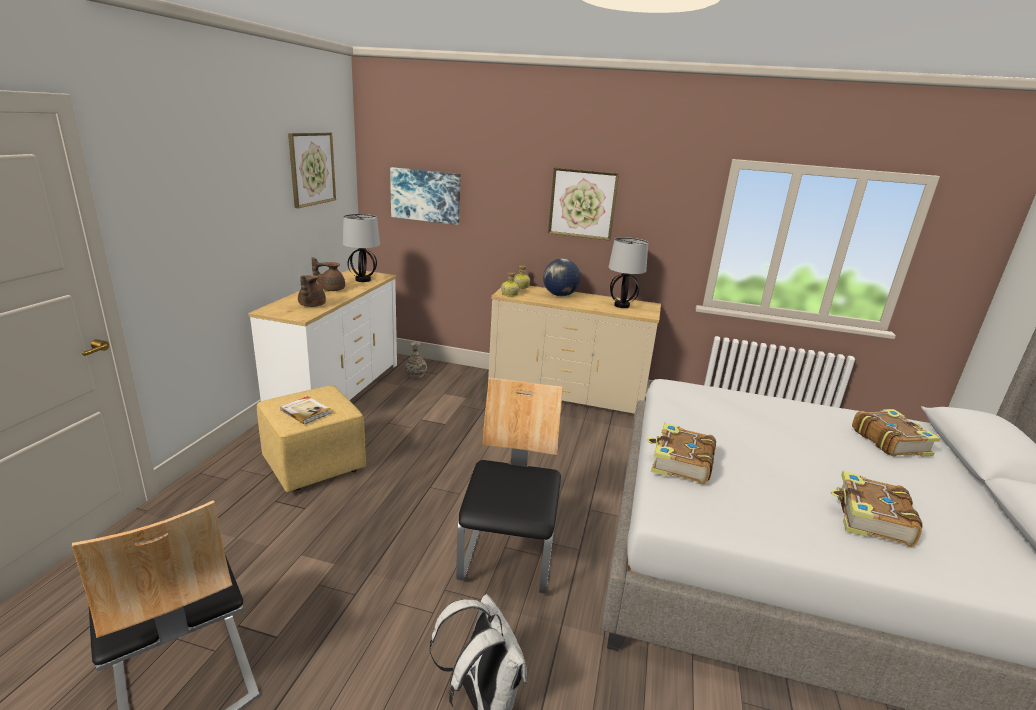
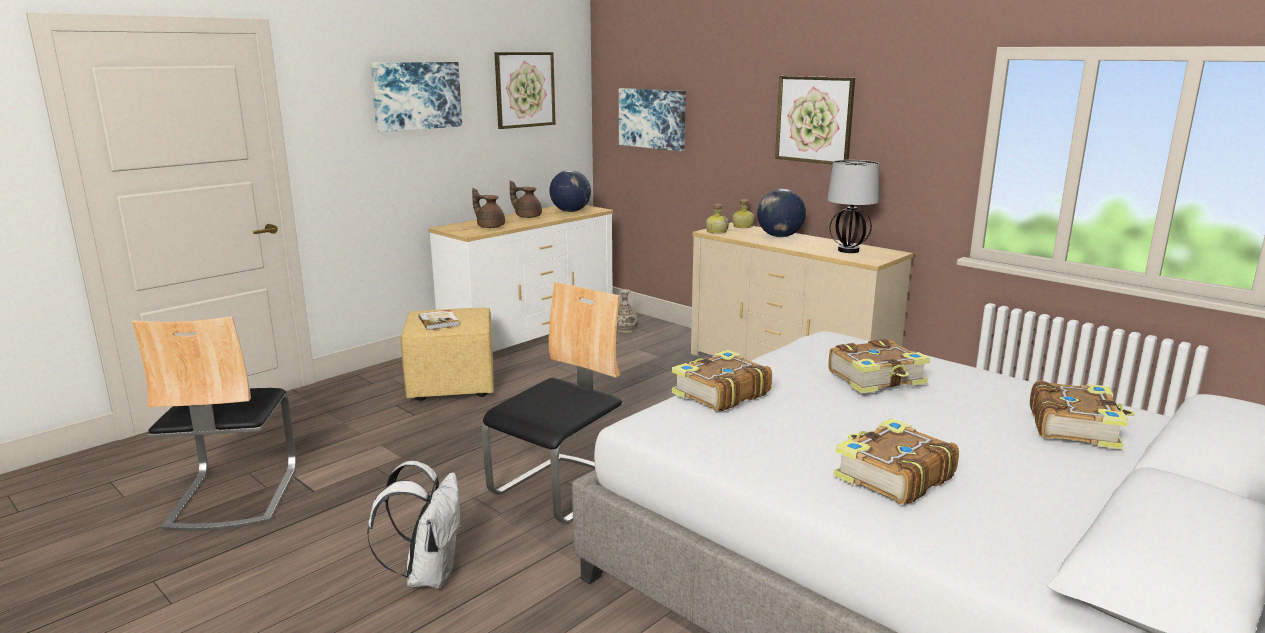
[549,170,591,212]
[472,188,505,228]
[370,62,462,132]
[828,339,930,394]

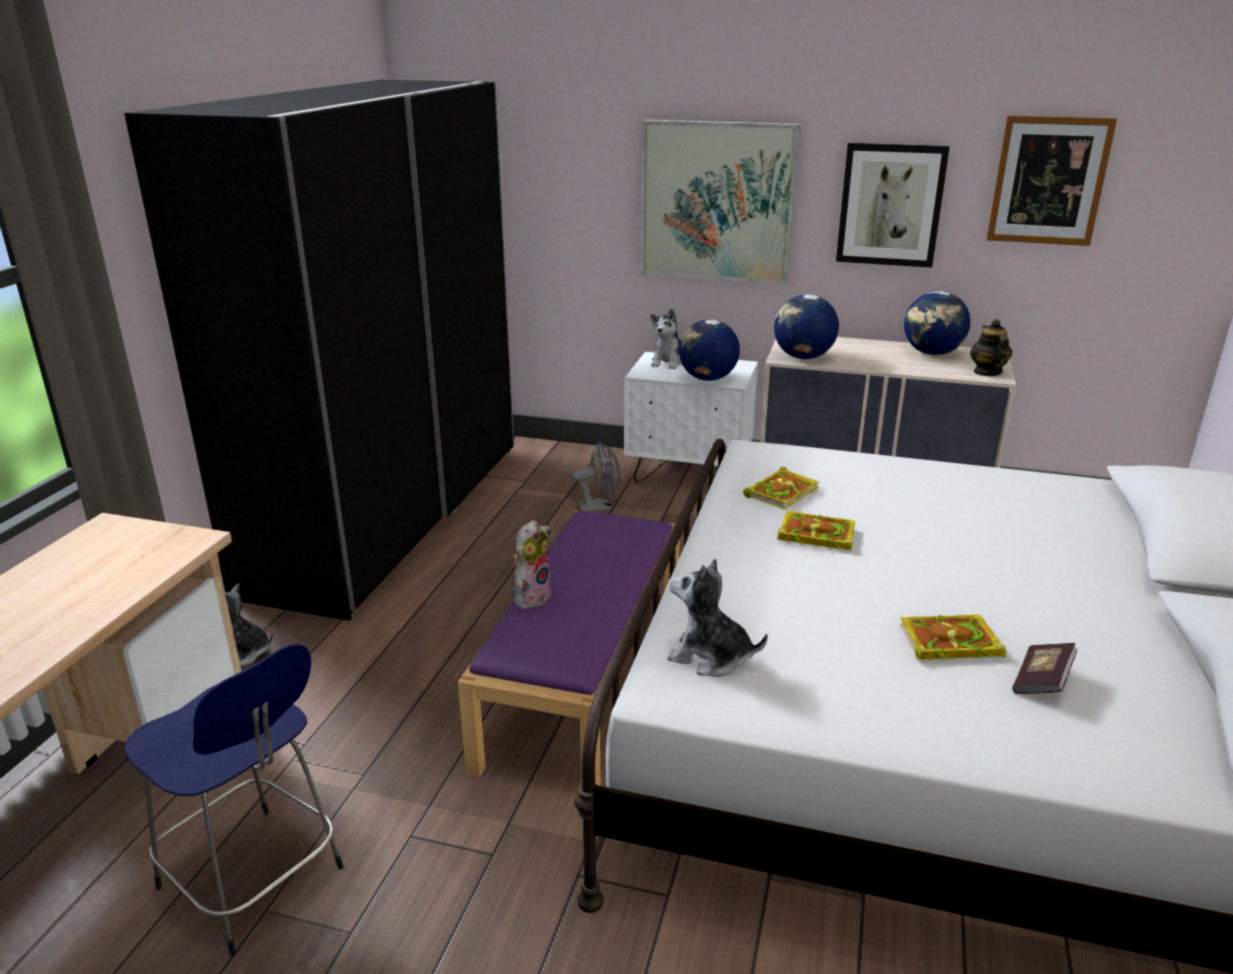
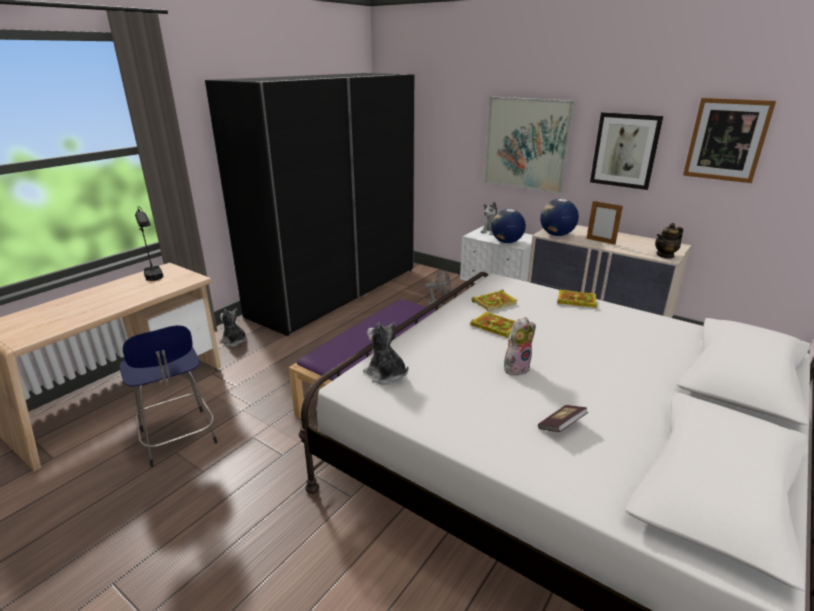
[904,291,970,355] (first image)
[655,223,683,259]
[504,317,536,376]
[557,290,597,308]
[587,201,623,245]
[135,207,164,281]

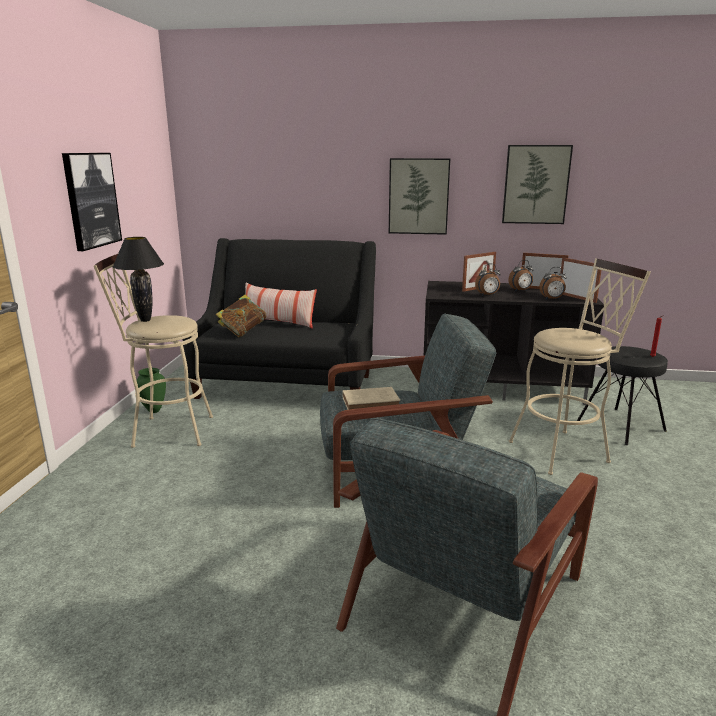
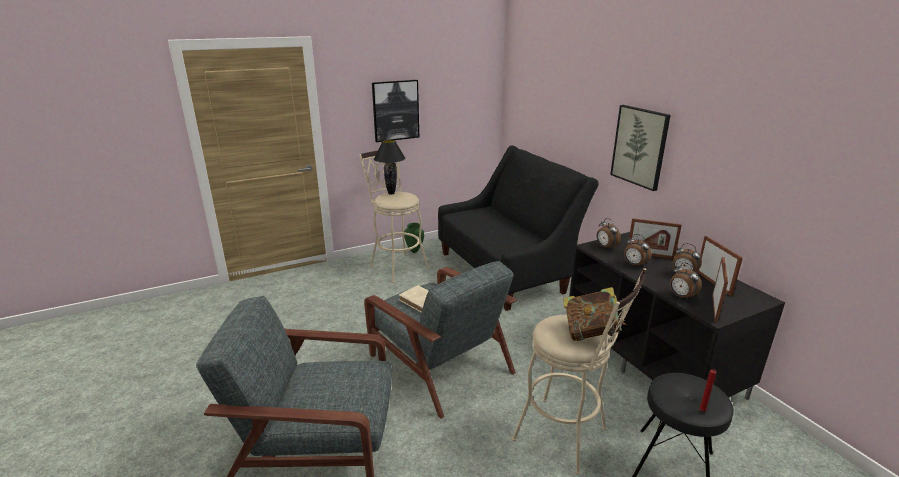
[502,145,573,224] (first image)
[245,283,317,328] (first image)
[563,287,626,341]
[596,218,621,249]

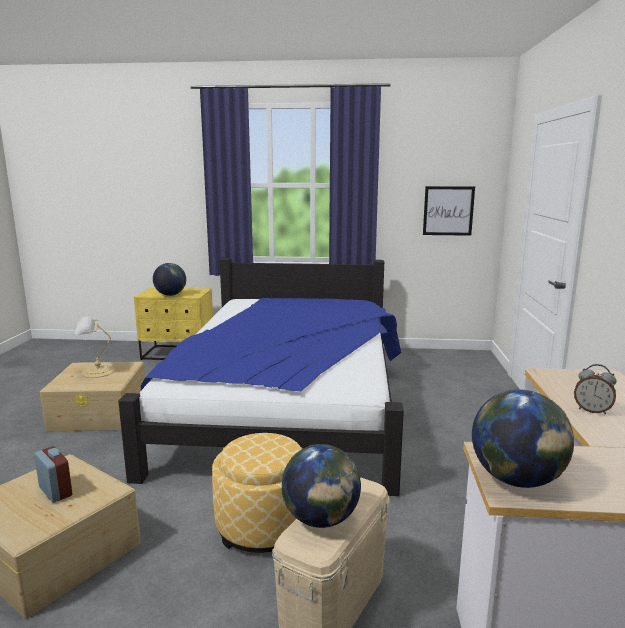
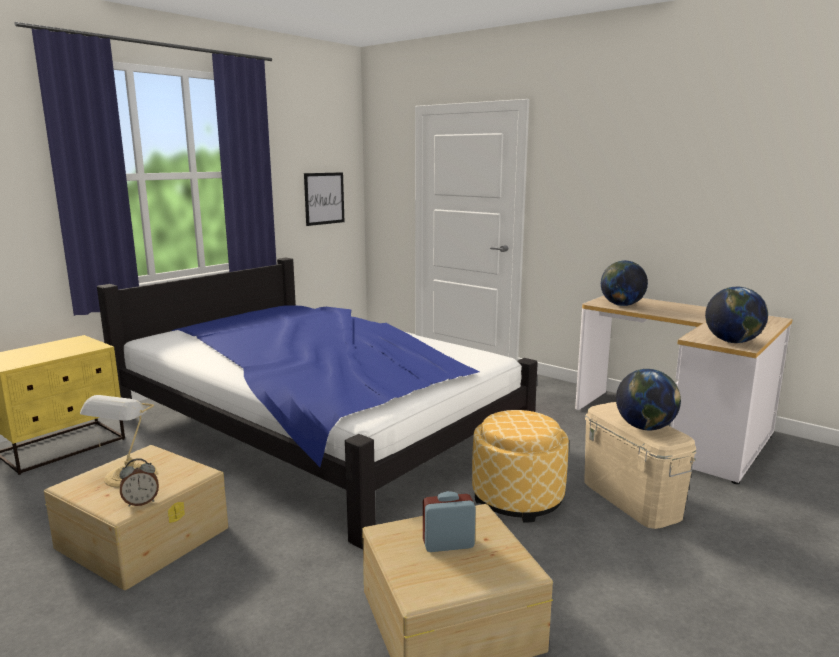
[601,260,648,306]
[120,458,159,507]

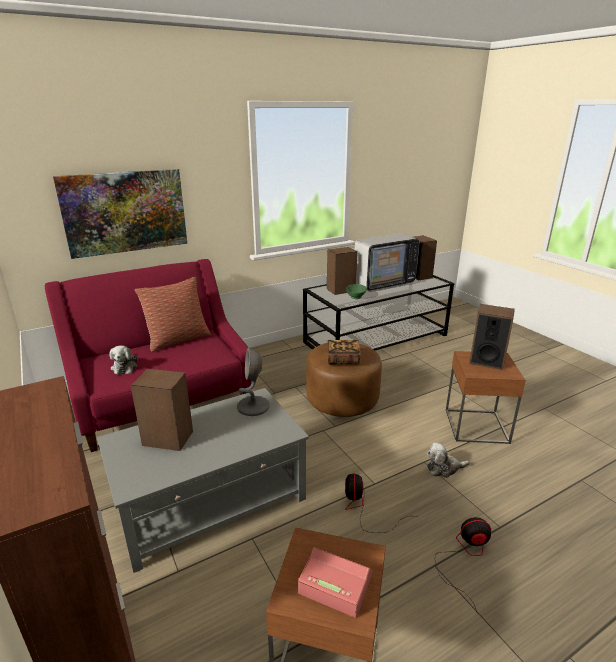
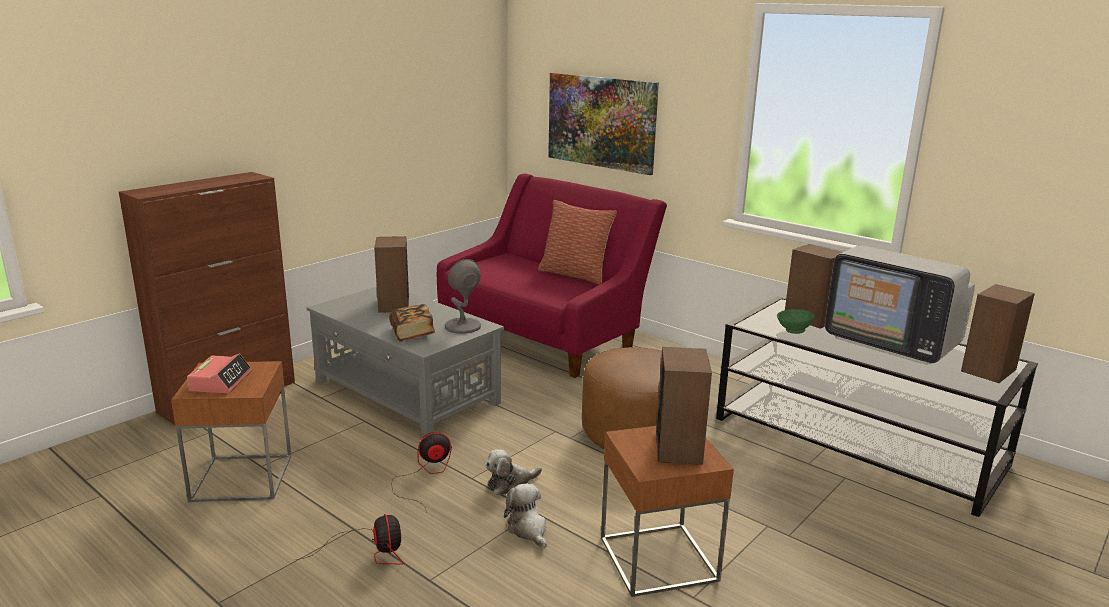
[389,304,435,342]
[485,449,542,495]

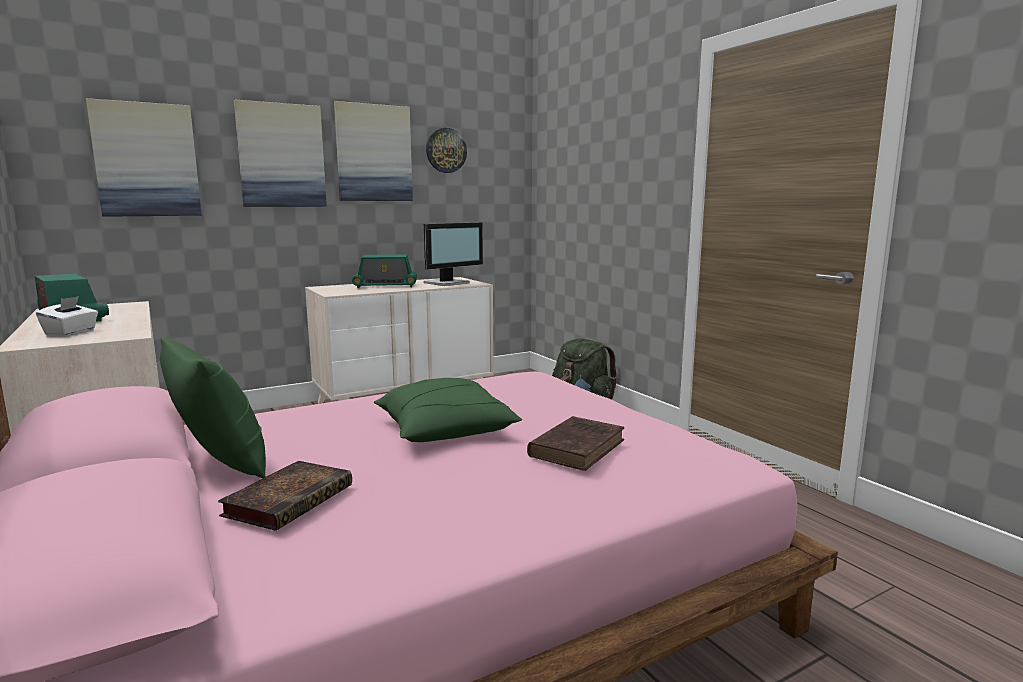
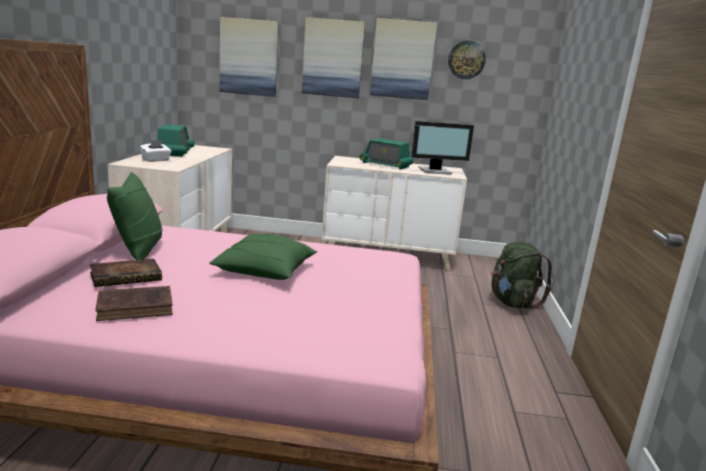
[95,286,173,321]

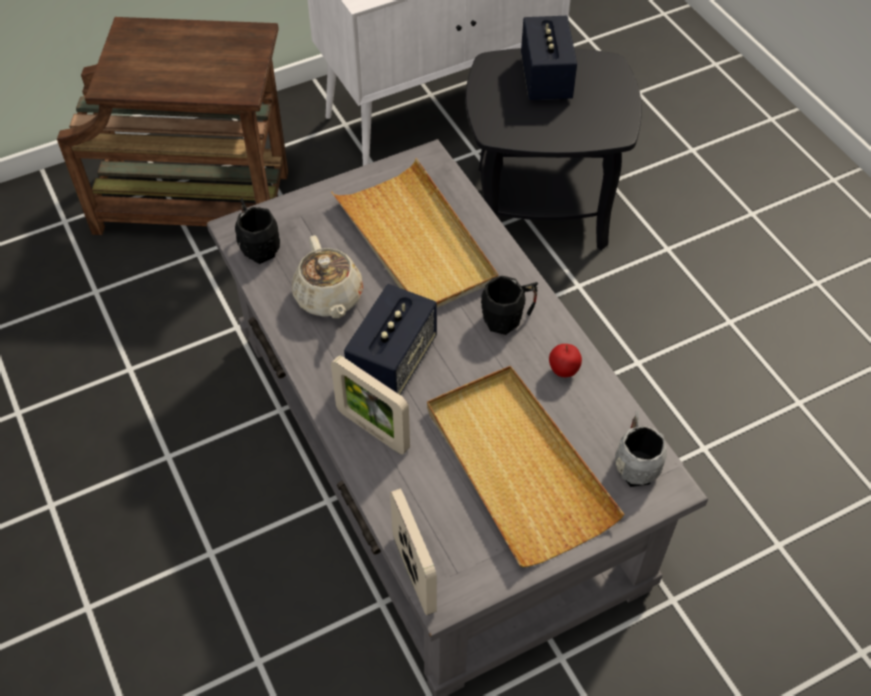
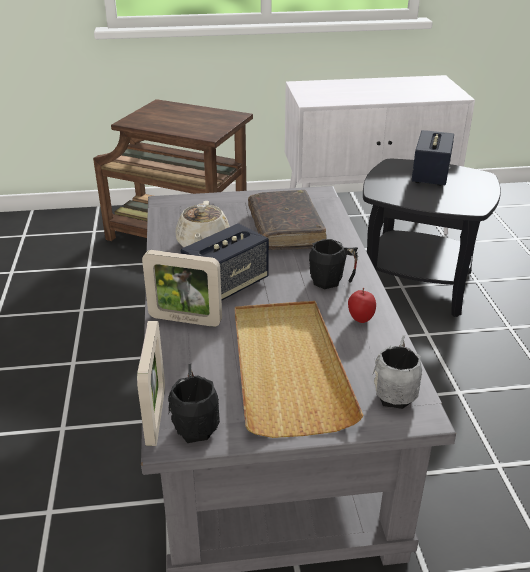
[248,190,327,250]
[168,364,220,443]
[142,250,222,327]

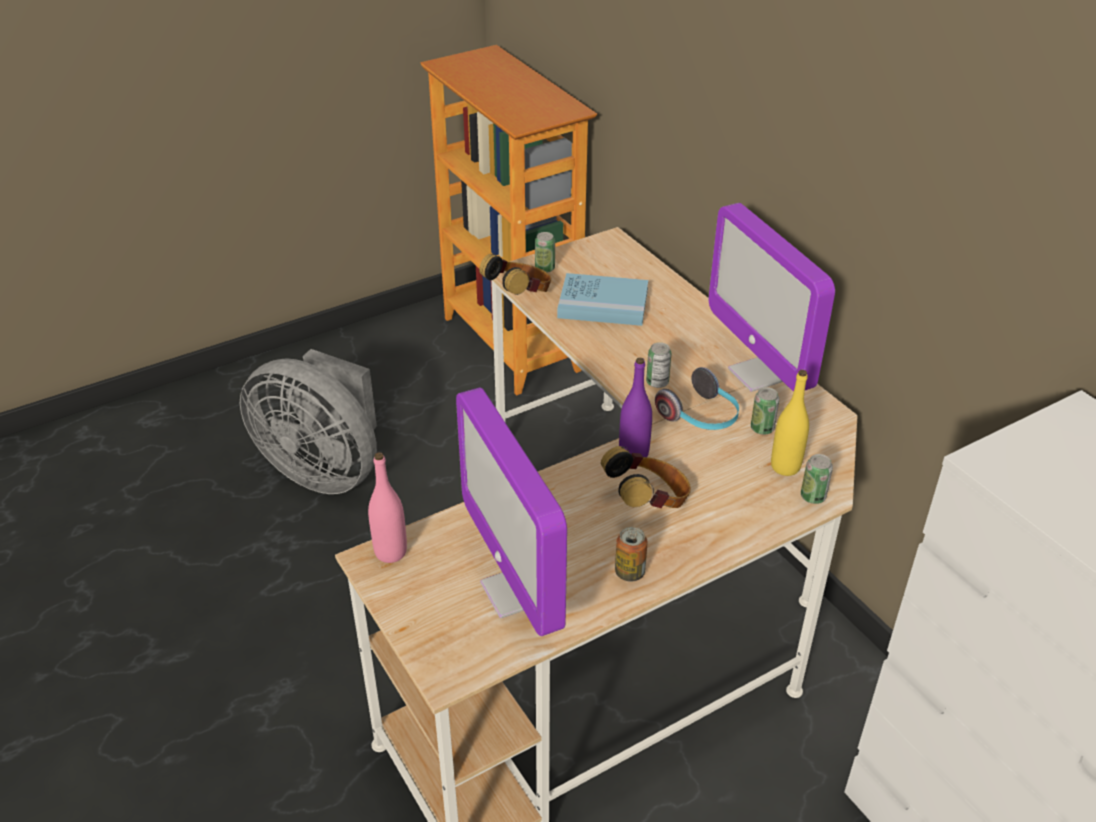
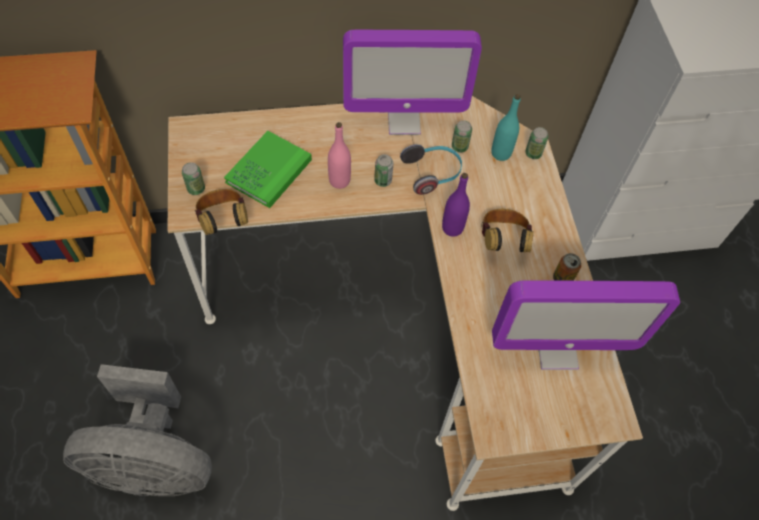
[224,131,312,208]
[63,364,212,496]
[491,94,521,161]
[328,122,351,189]

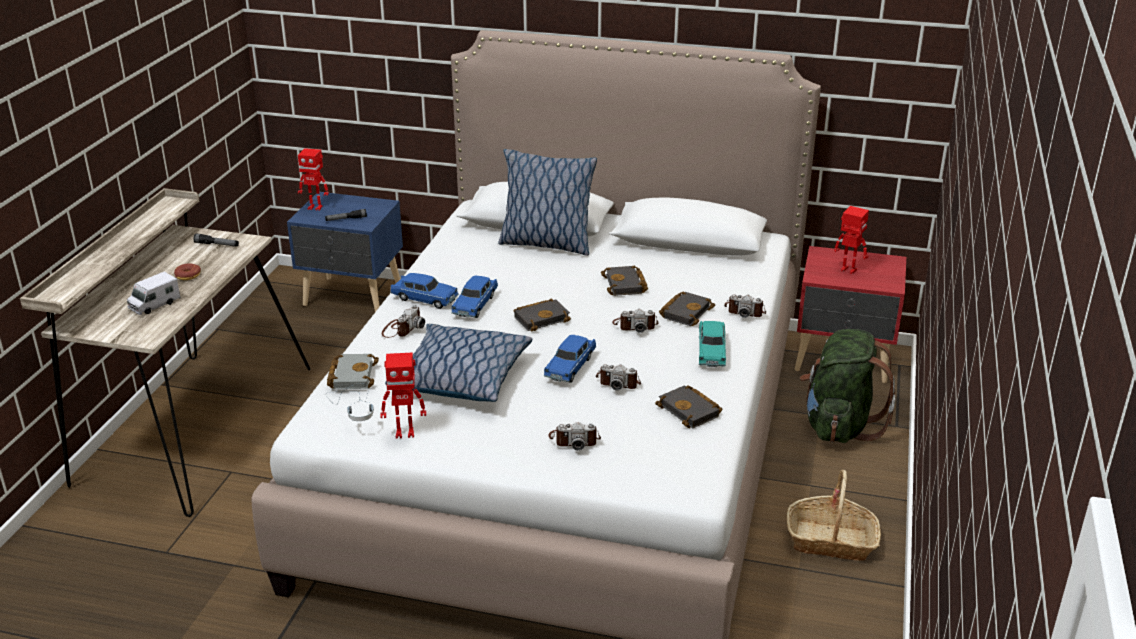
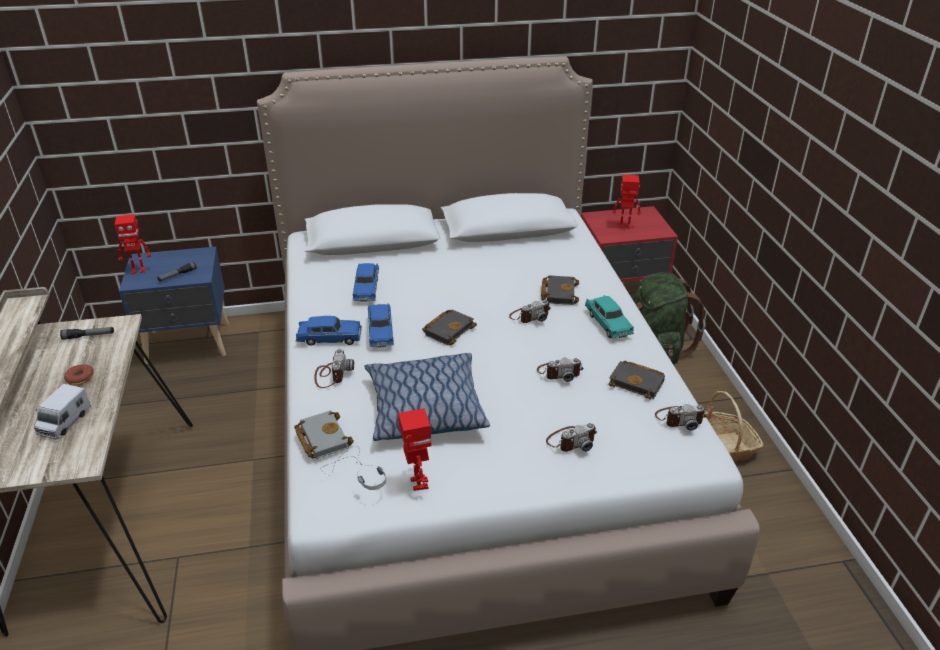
[498,149,597,256] (first image)
[601,266,648,296] (first image)
[655,404,707,431]
[353,263,379,302]
[398,408,432,491]

